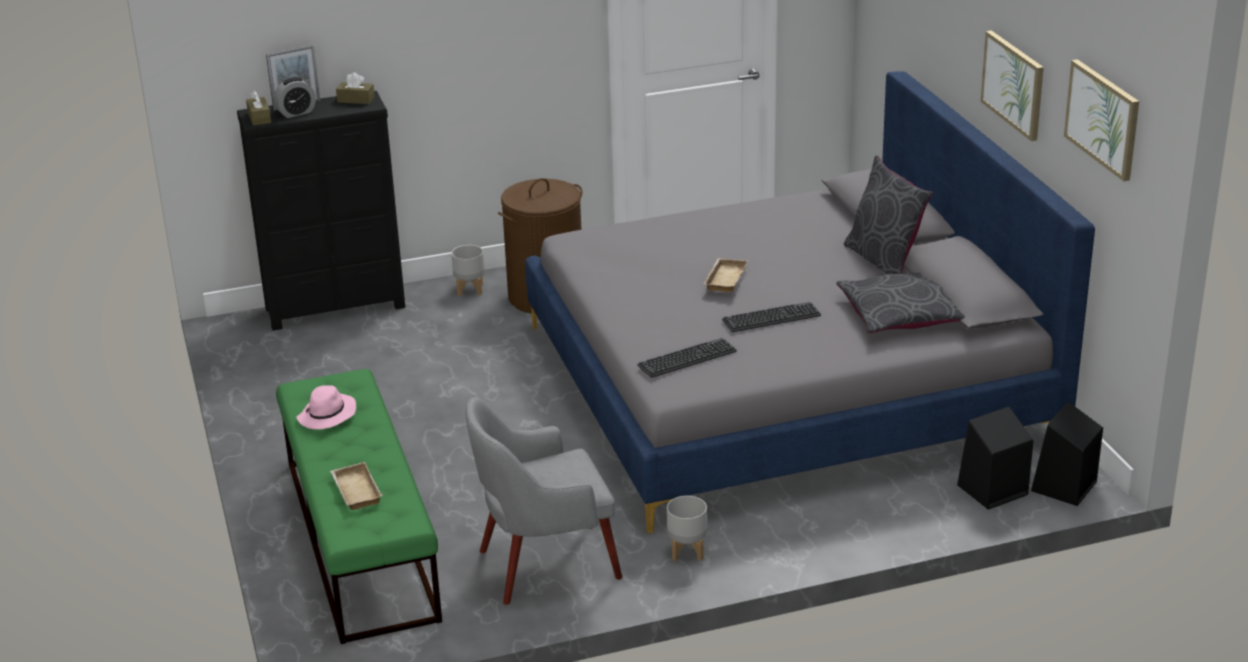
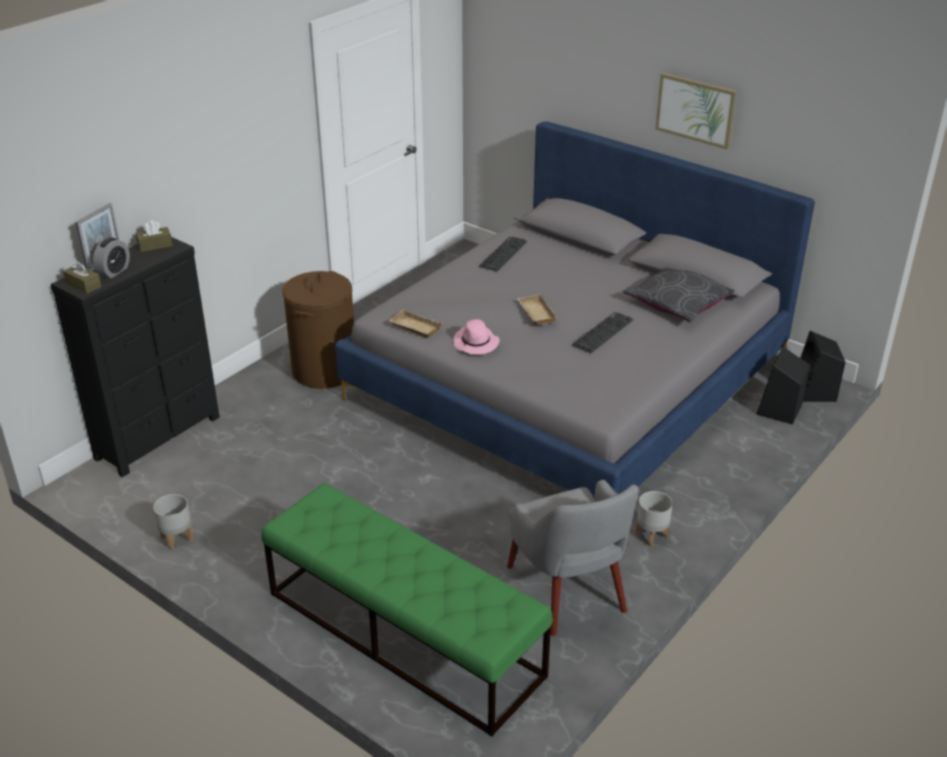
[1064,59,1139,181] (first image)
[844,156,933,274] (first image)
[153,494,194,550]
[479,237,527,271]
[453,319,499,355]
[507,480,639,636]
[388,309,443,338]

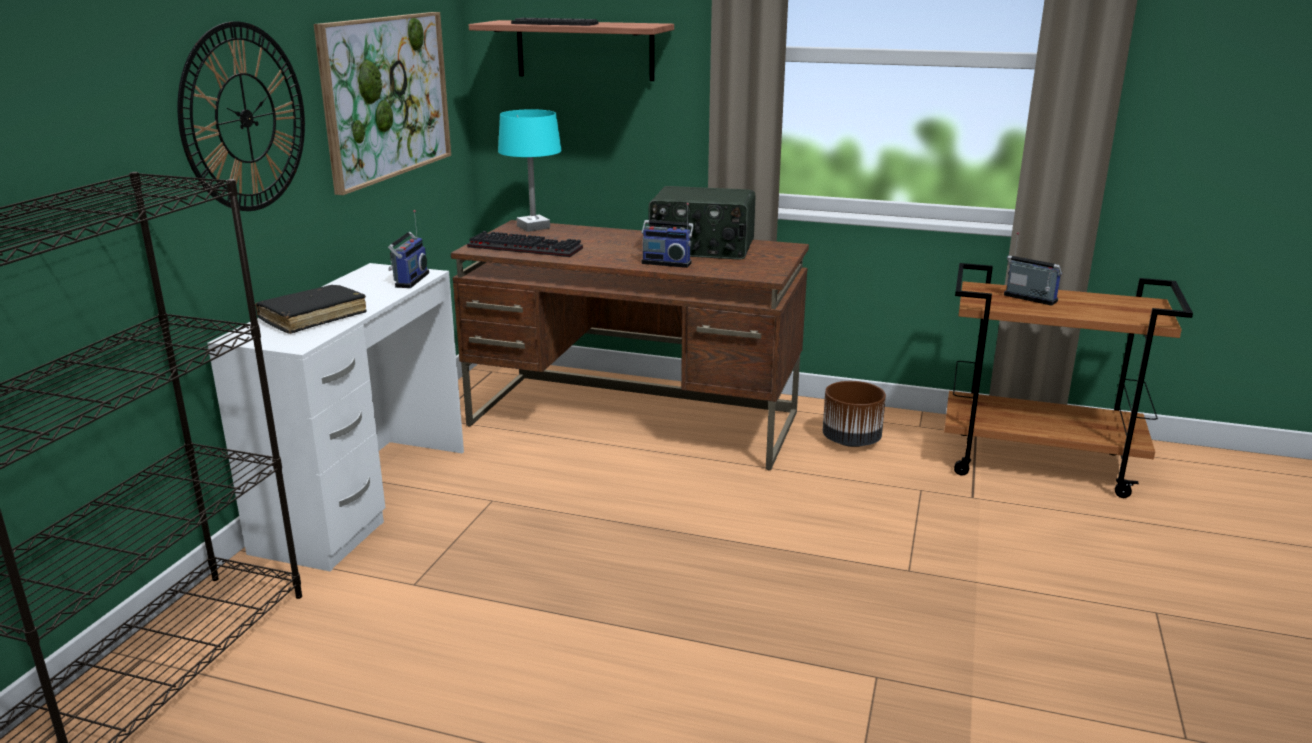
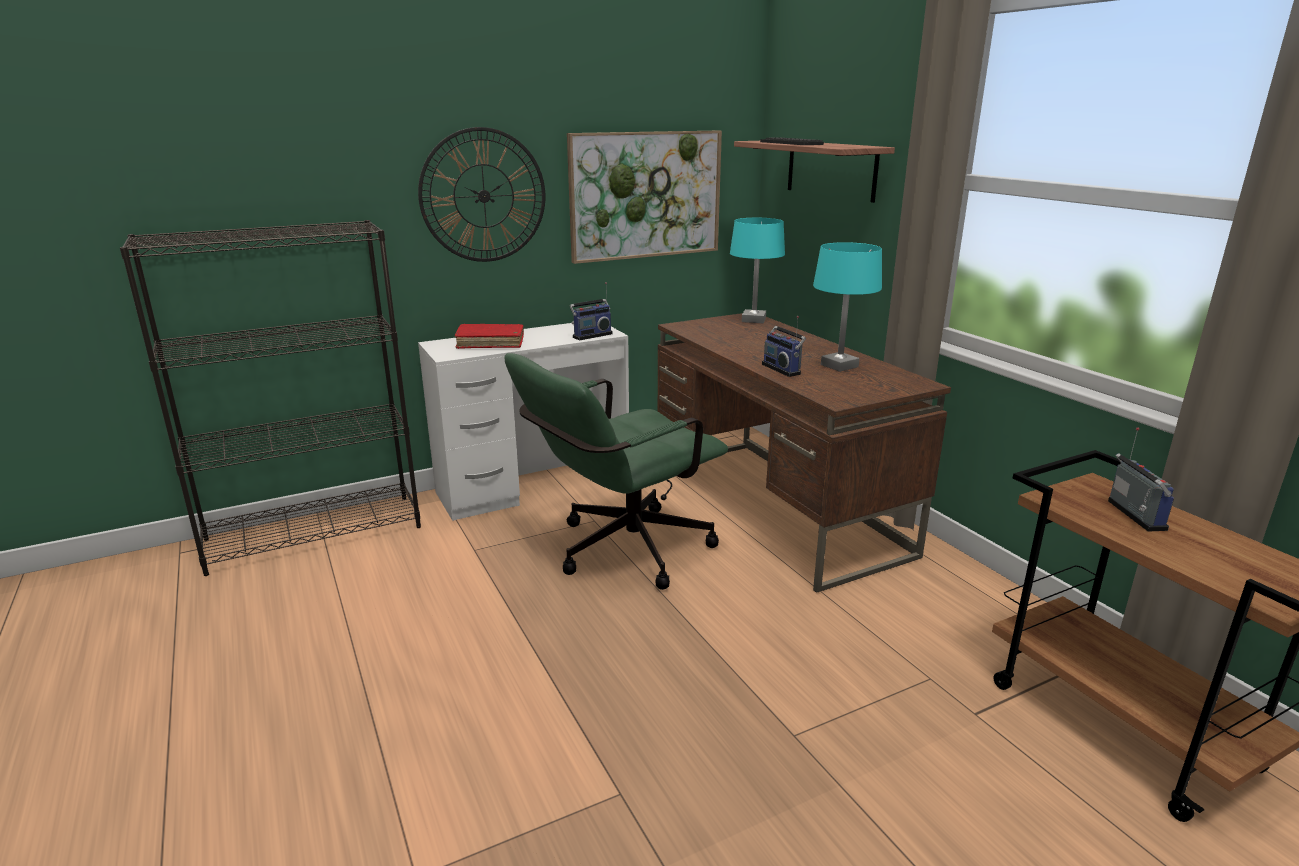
[813,242,882,372]
[467,231,583,257] (first image)
[455,324,524,349]
[822,381,886,447] (first image)
[505,353,728,590]

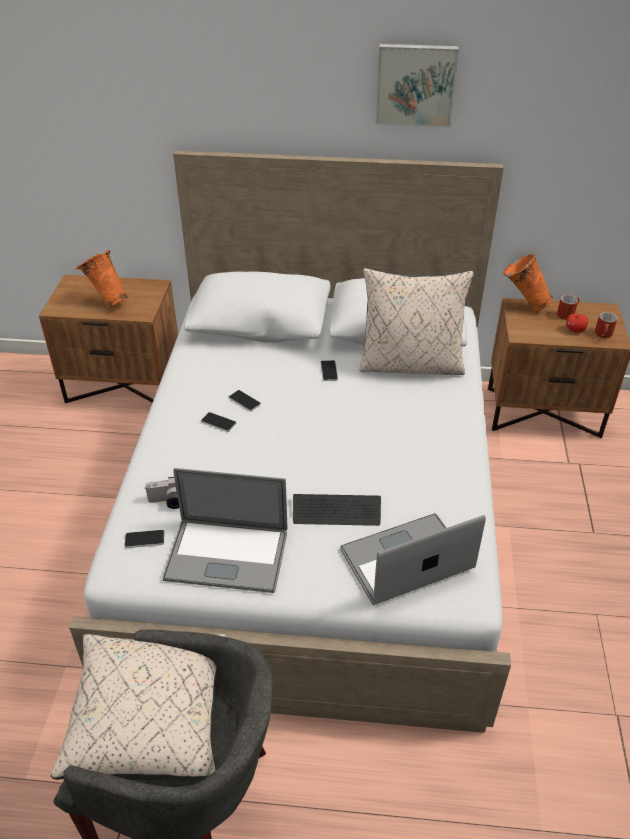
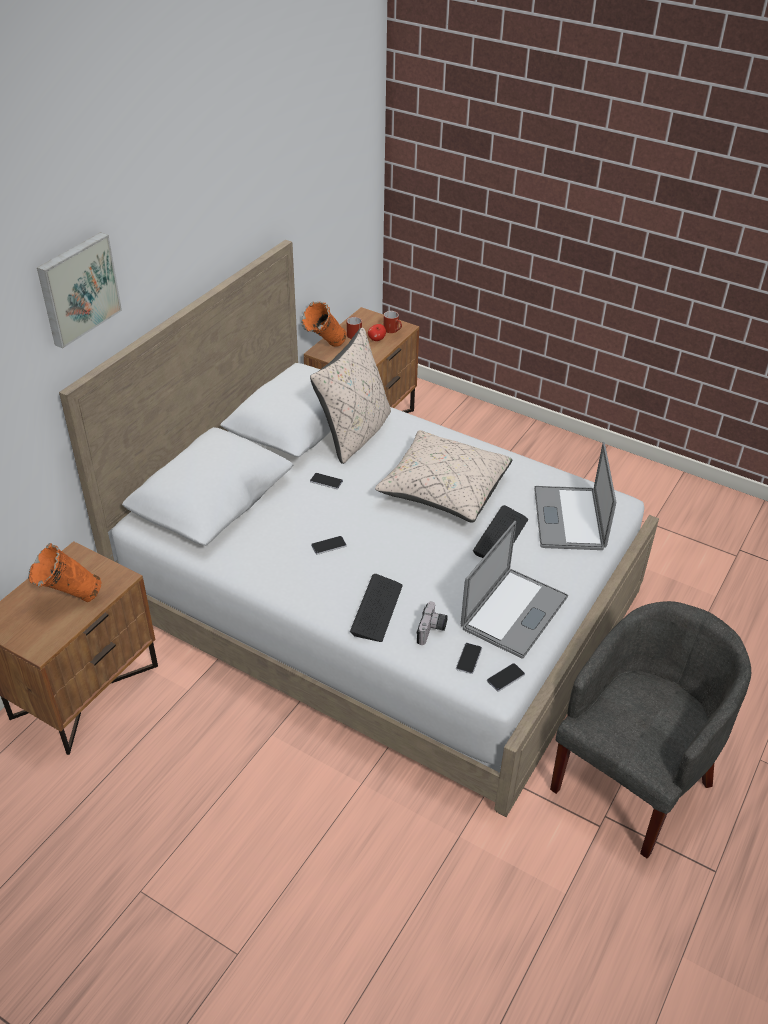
[37,232,122,348]
[487,663,525,691]
[375,430,512,523]
[350,574,403,642]

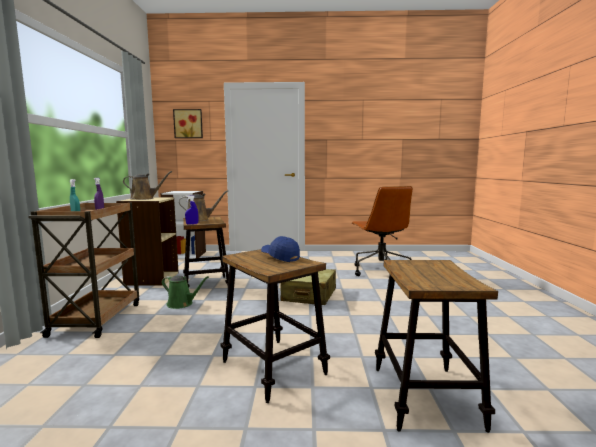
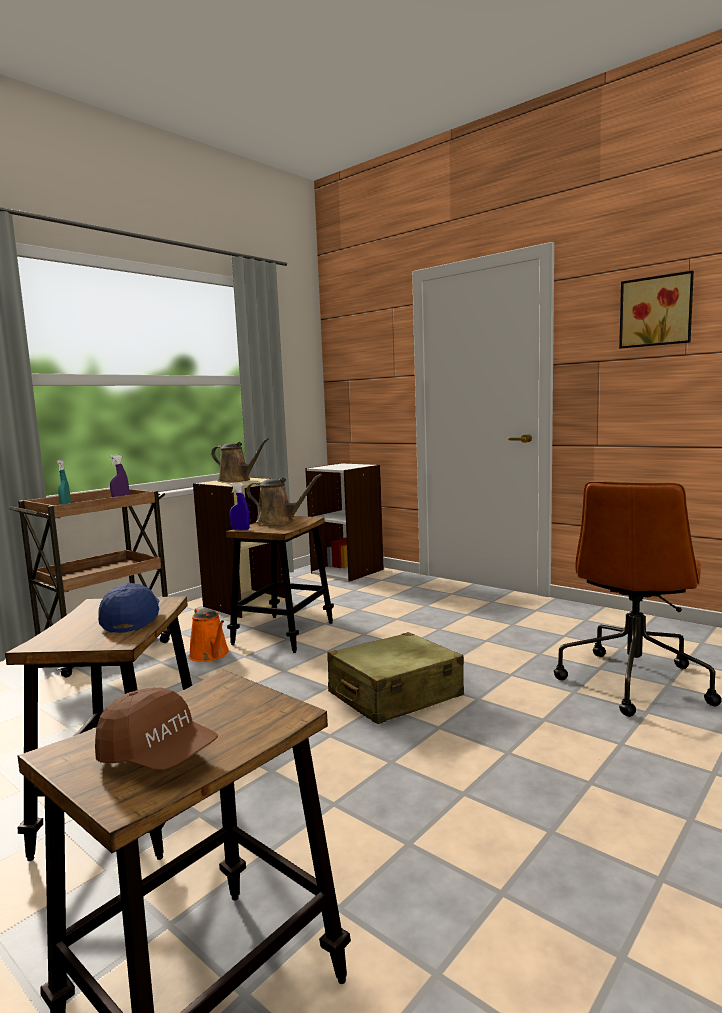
[619,271,694,349]
[189,607,229,662]
[95,688,218,770]

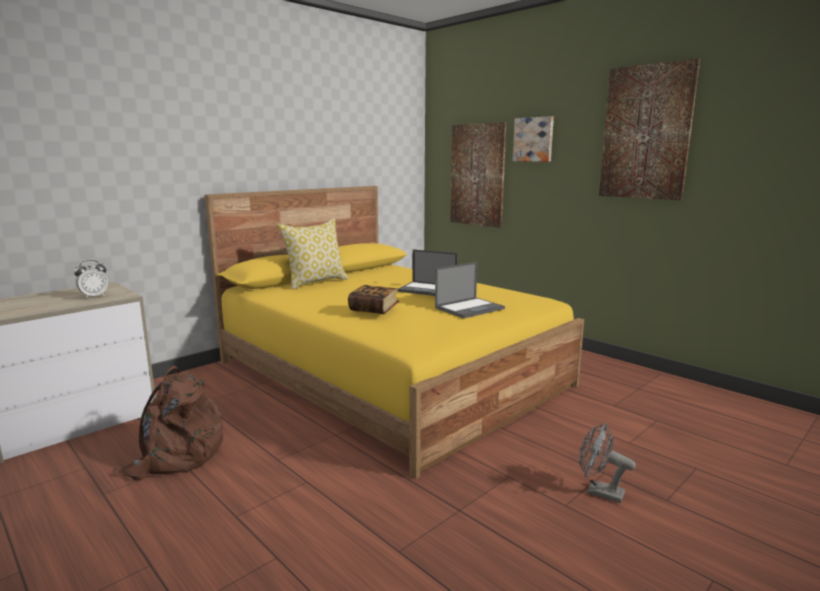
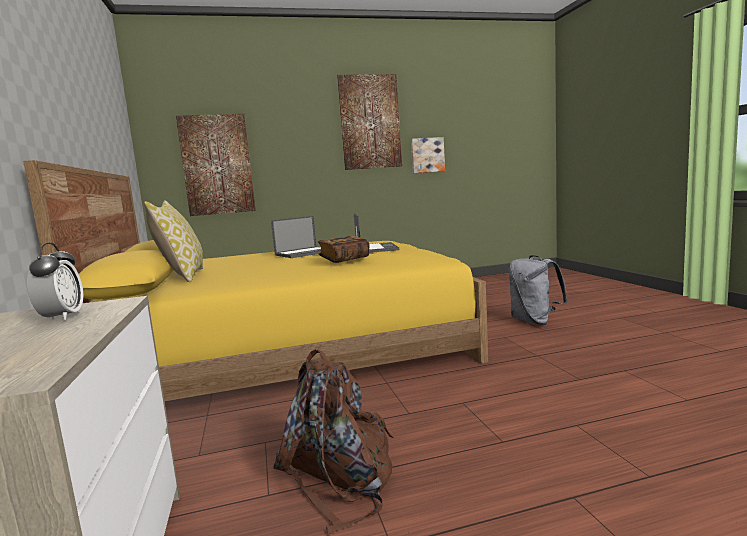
[411,137,445,173]
[509,255,568,325]

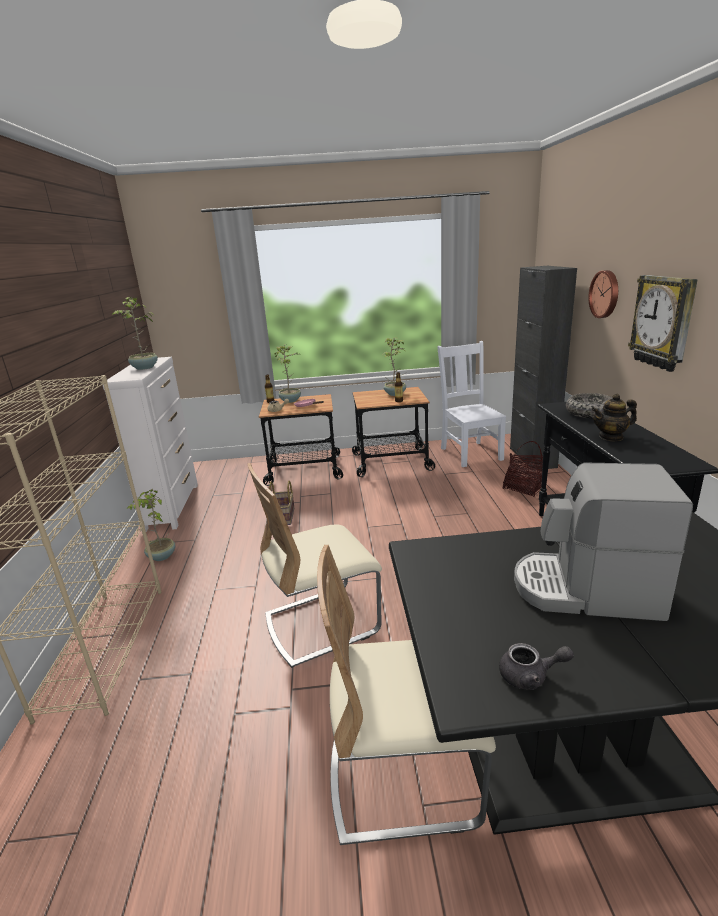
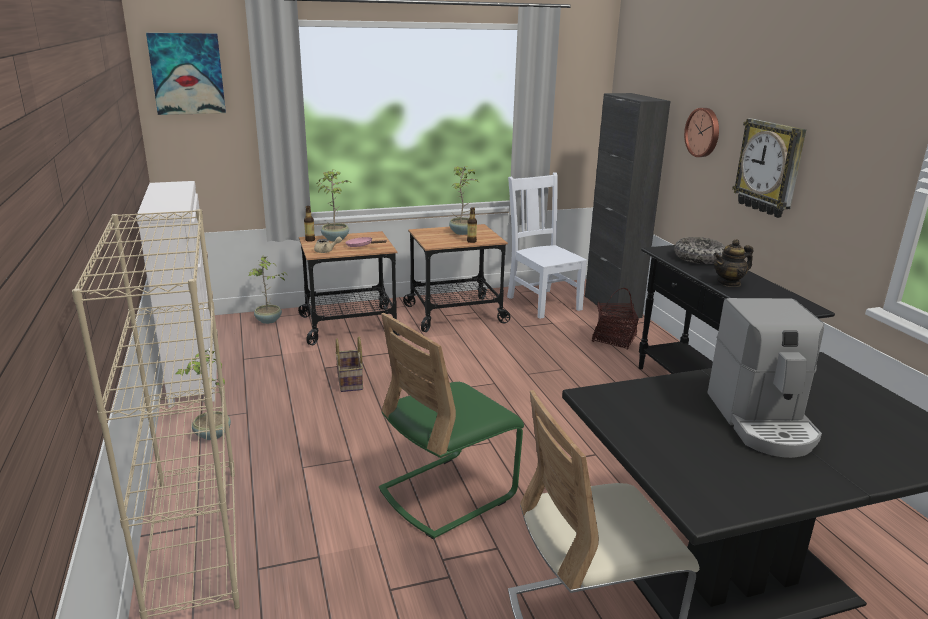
[249,255,287,324]
[707,298,824,458]
[379,313,524,539]
[499,643,574,690] (first image)
[146,33,226,115]

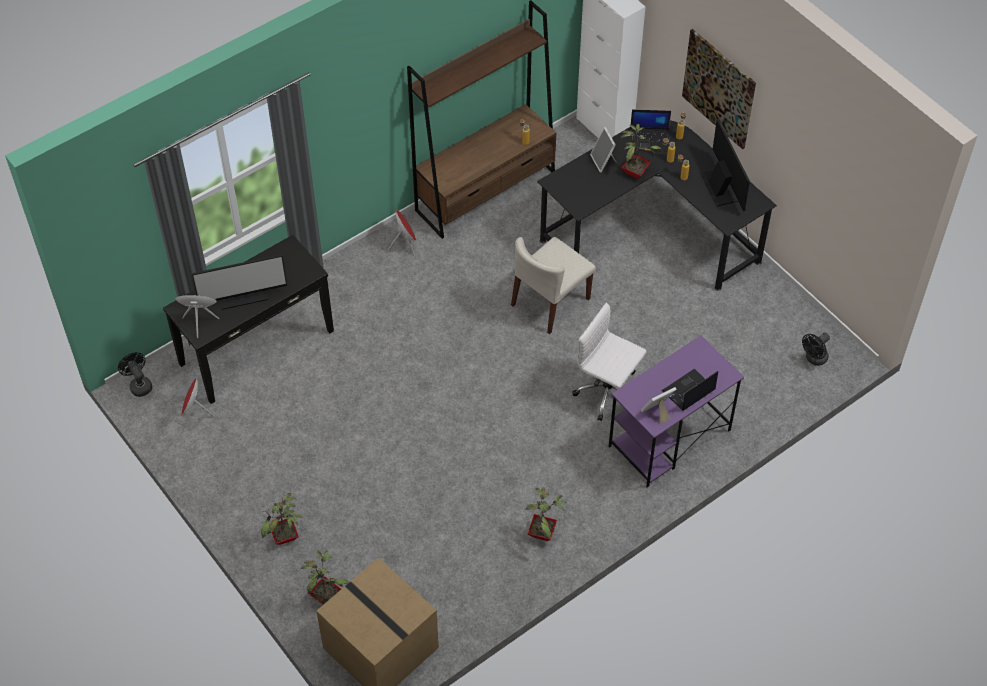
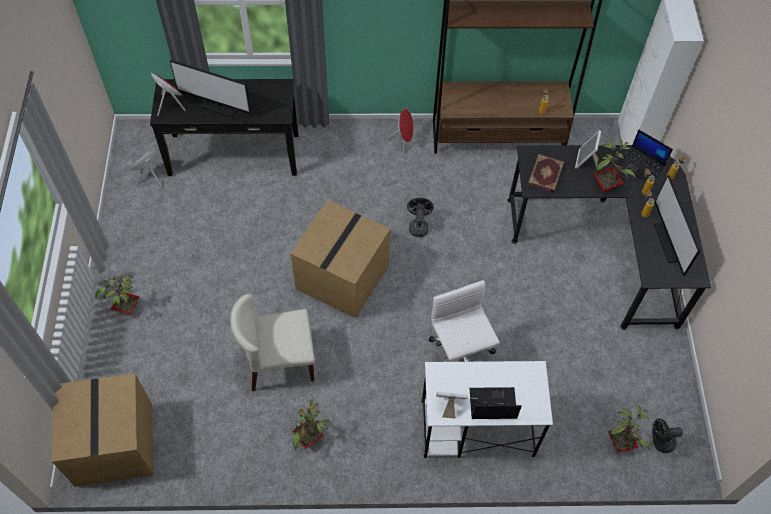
[682,29,756,149] (first image)
[654,175,701,276]
[230,294,315,391]
[422,361,553,458]
[407,198,434,237]
[608,405,650,453]
[528,154,564,193]
[291,200,390,318]

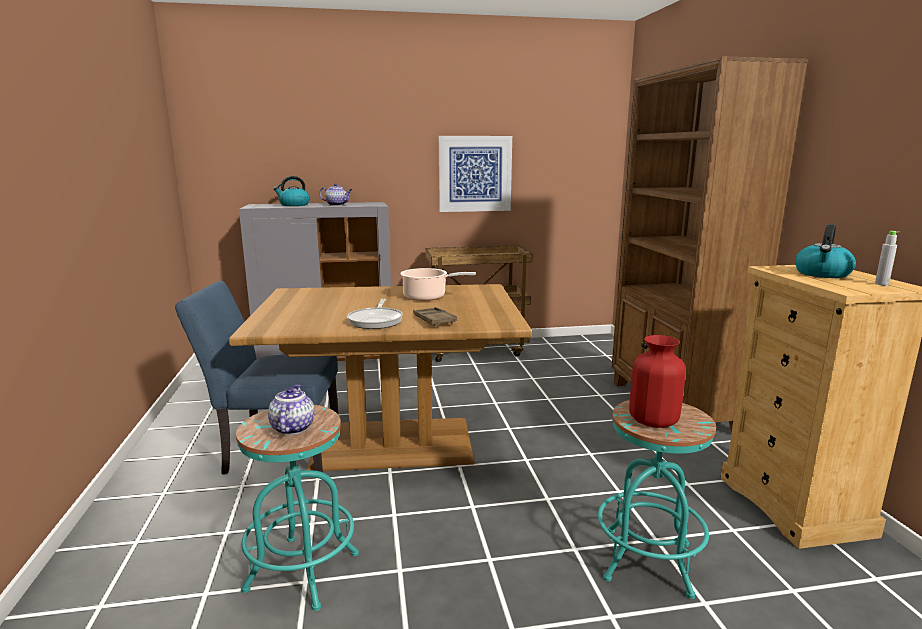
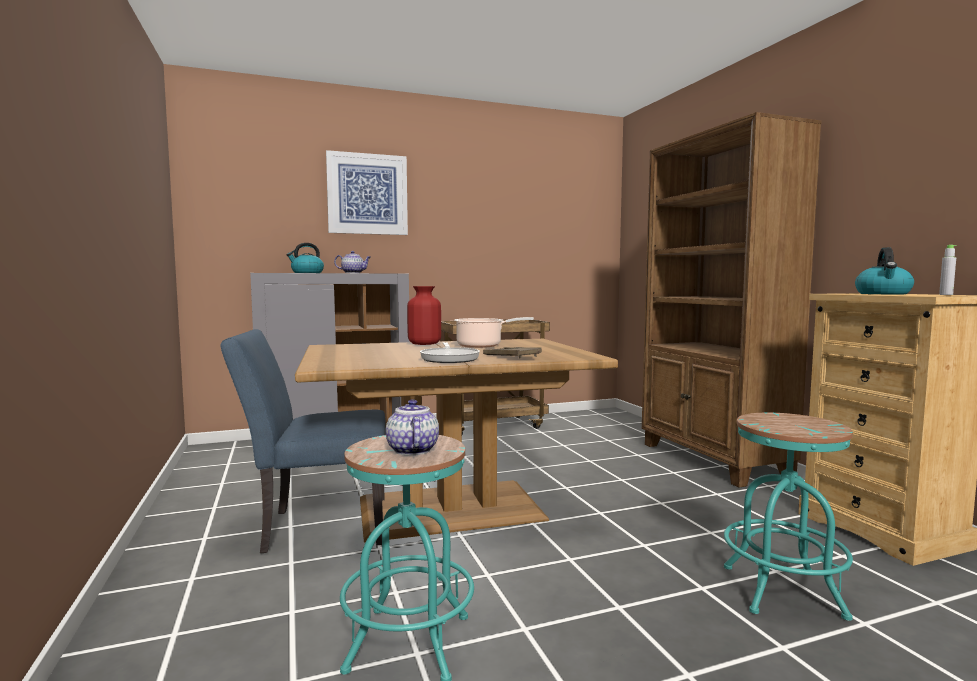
[326,150,408,235]
[407,286,441,345]

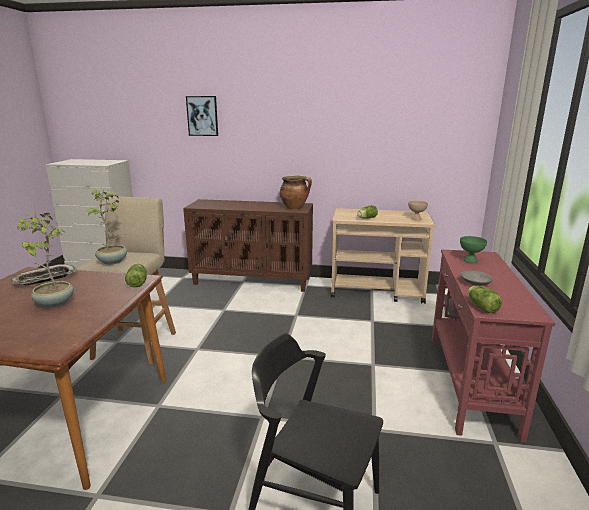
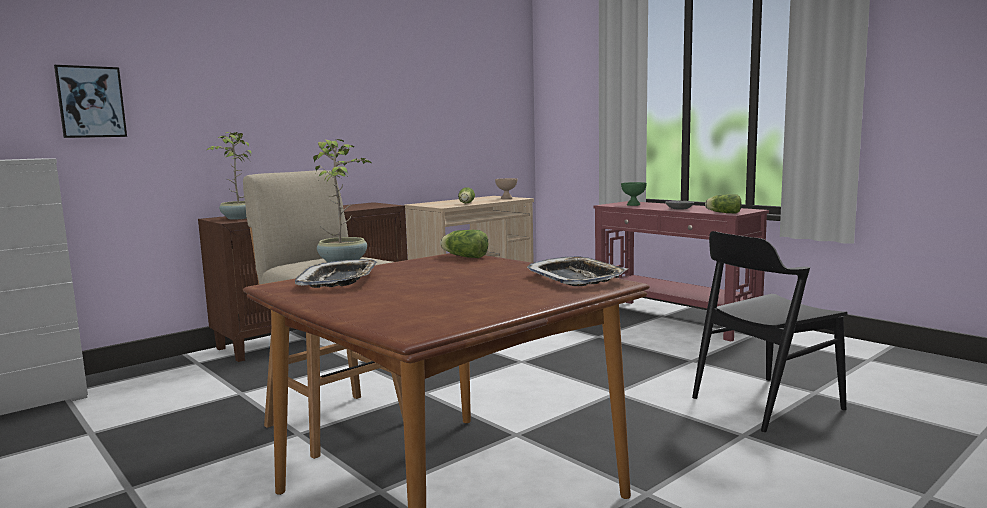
[54,65,127,138]
[280,176,312,209] (first image)
[207,132,252,220]
[527,256,628,286]

